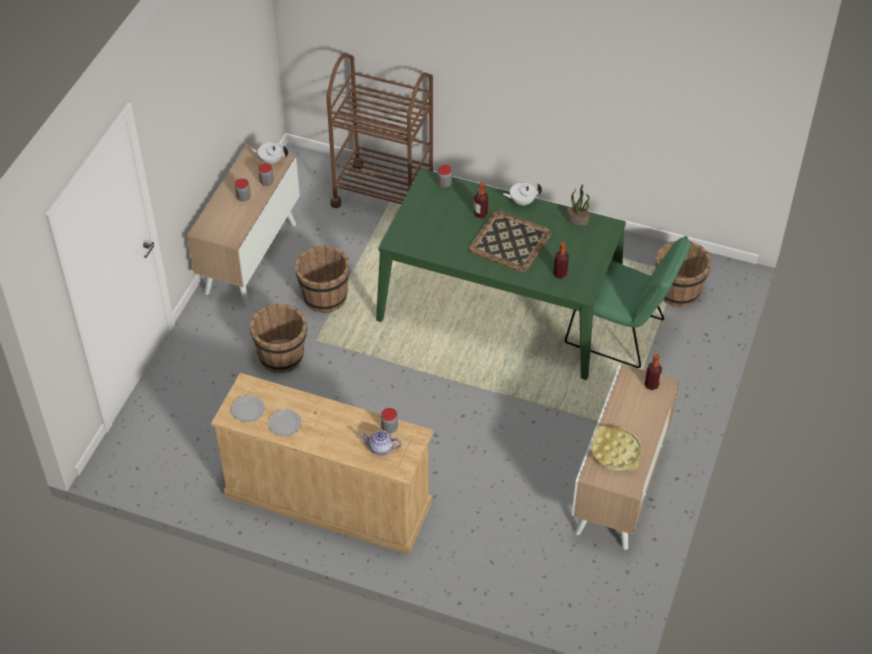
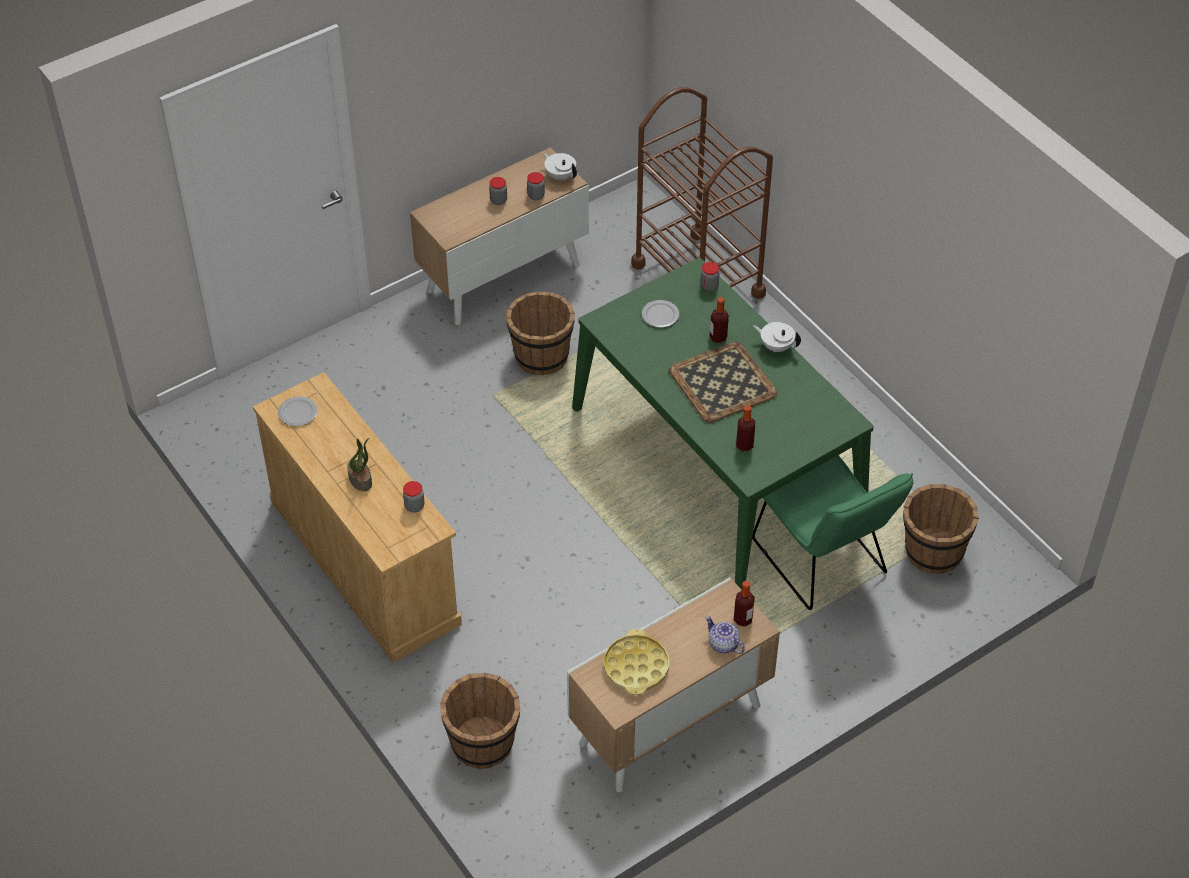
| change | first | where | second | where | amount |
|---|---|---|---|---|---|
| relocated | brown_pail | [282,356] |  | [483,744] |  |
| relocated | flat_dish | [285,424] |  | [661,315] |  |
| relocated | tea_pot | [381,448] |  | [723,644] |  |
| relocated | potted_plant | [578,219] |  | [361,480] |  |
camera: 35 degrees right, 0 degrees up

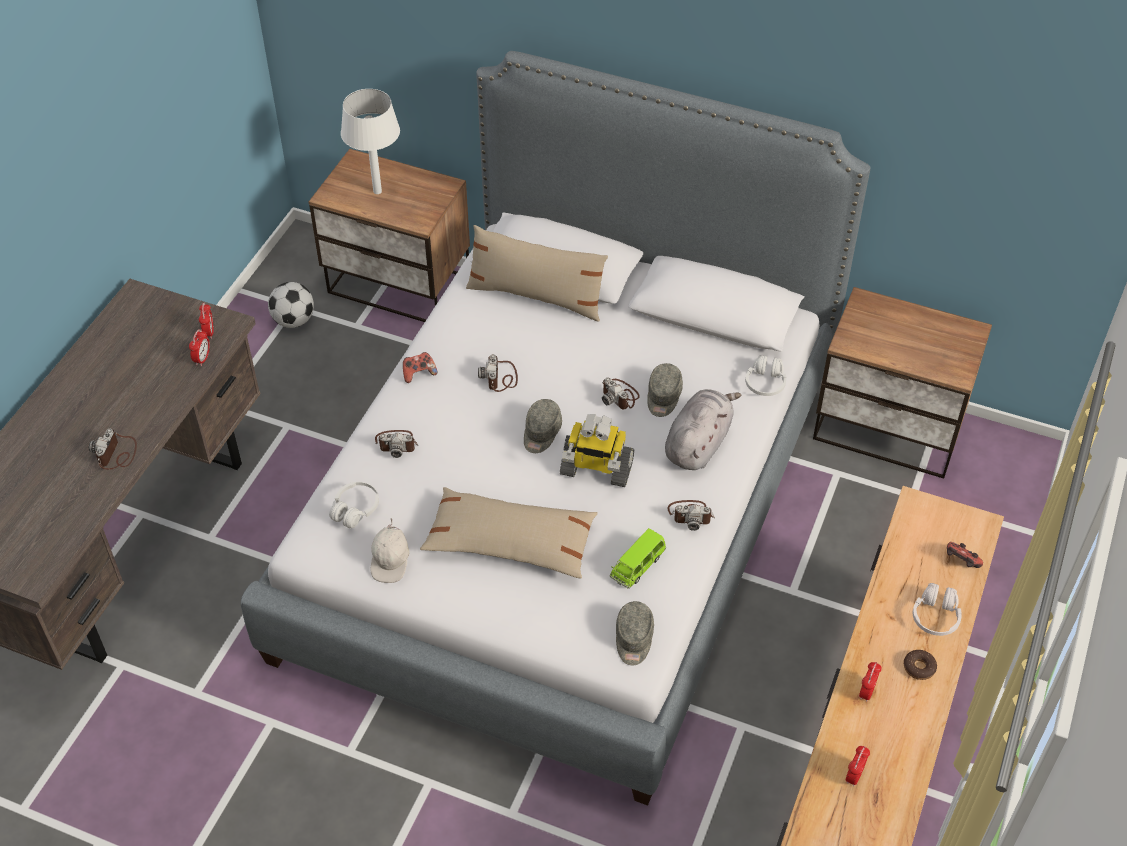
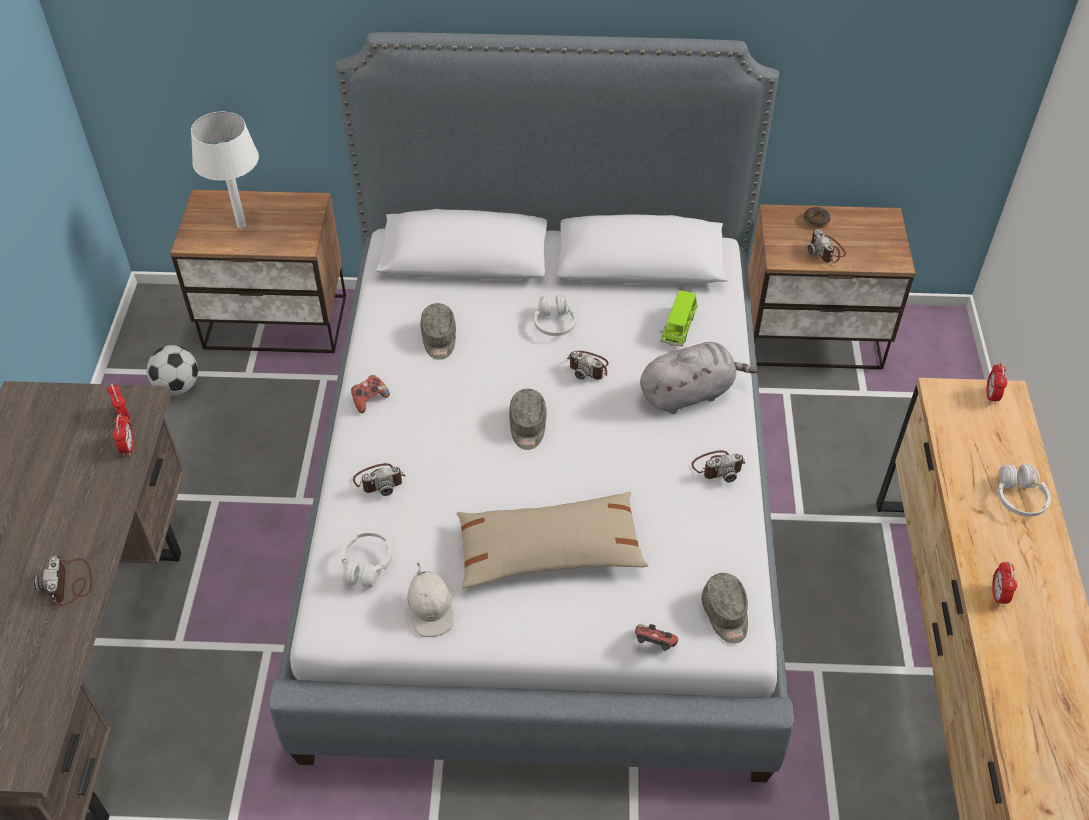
| change | first | where | second | where | amount |
|---|---|---|---|---|---|
| missing | sand-coloured_throw_pillow | [536,296] |  |  |  |
| missing | model_robot | [596,468] |  |  |  |
| relocated | photo_camera | [500,377] |  | [826,250] |  |
| relocated | green-coloured_toy_car | [637,566] |  | [678,328] |  |
| relocated | gray_cap | [663,397] |  | [439,339] |  |
| relocated | whitish_pair_of_headphones | [765,383] |  | [554,323] |  |
| relocated | alarm_clock | [854,775] |  | [991,396] |  |
| relocated | donut | [919,667] |  | [816,221] |  |
| relocated | game_controller | [960,562] |  | [654,644] |  |
| spun | gray_soft_toy | [698,443] |  | [689,393] | 60 degrees clockwise |
camera: 20 degrees left, 0 degrees up

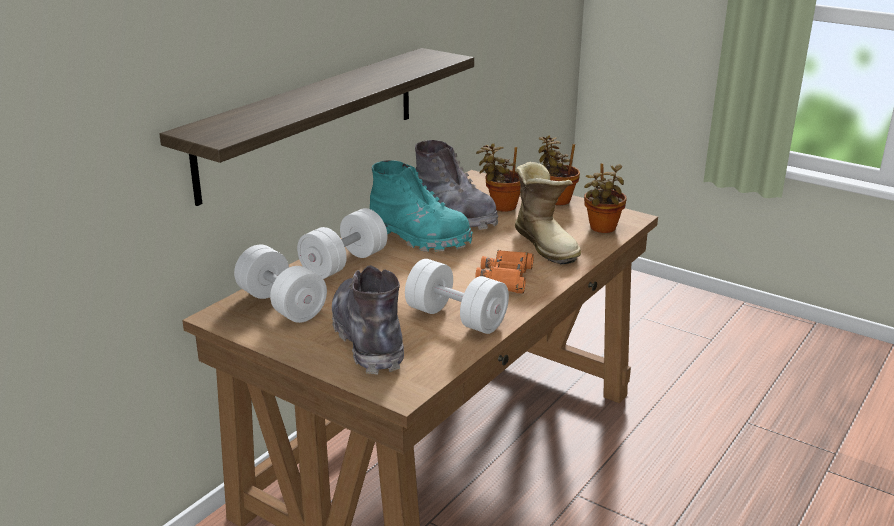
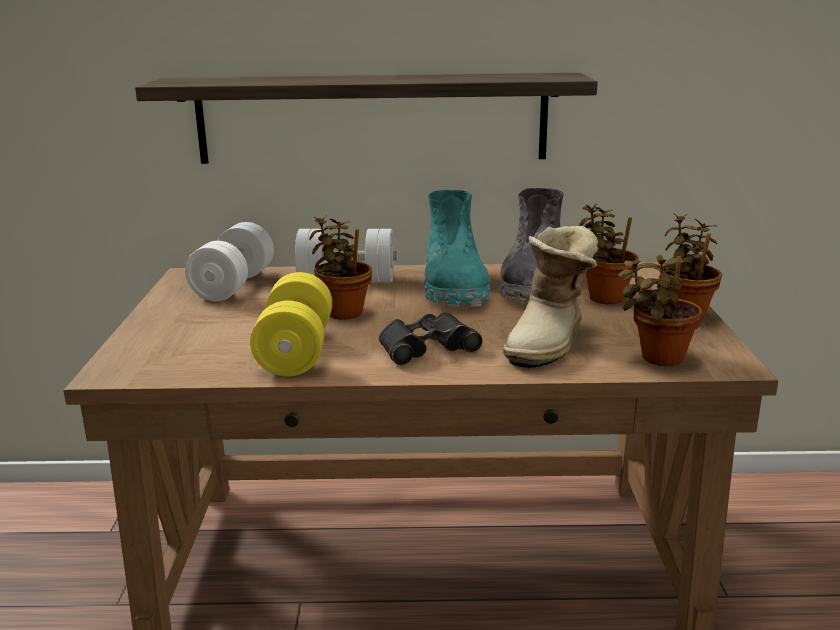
| change | first | where | second | where | amount |
|---|---|---|---|---|---|
| missing | gray_boot | [368,339] |  |  |  |
| appeared |  |  | potted_plant | [343,311] |  |
| colour | whitish_free_weight | [456,318] | yellowish_free_weight | [296,352] |  |
| colour | orange_binoculars | [506,278] | black-coloured_binoculars | [426,347] |  |
camera: 55 degrees right, 5 degrees down

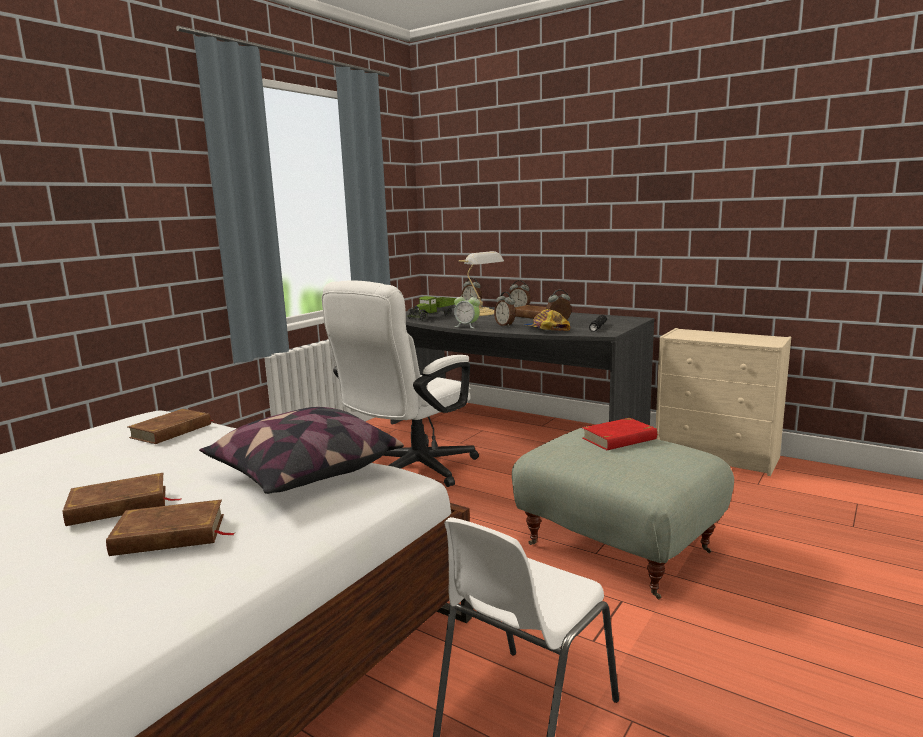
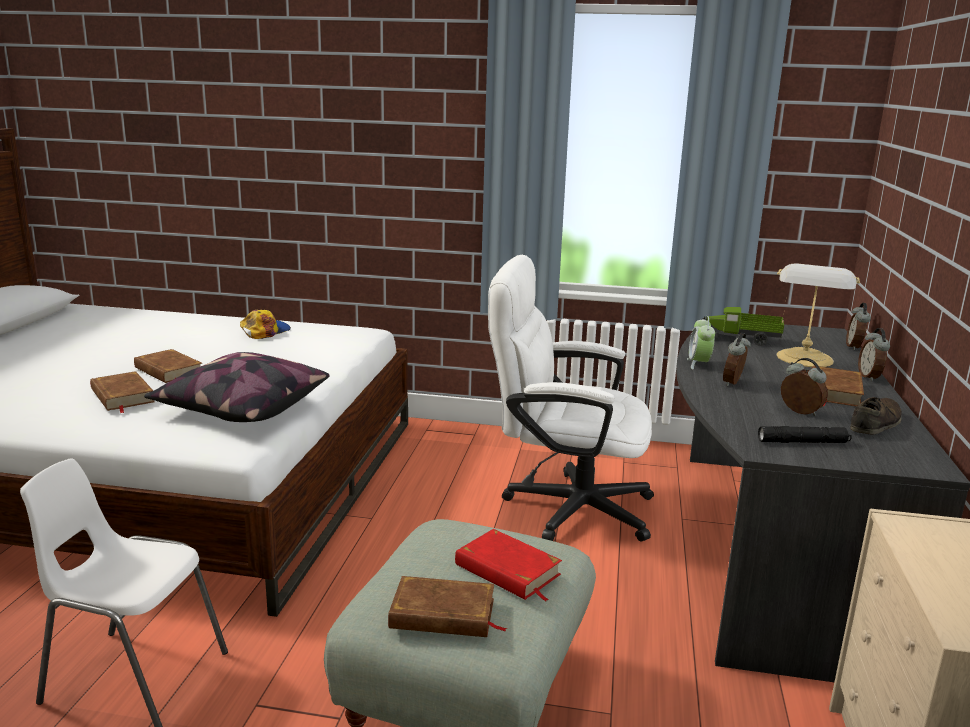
| change | first | where | second | where | amount |
|---|---|---|---|---|---|
| appeared |  |  | brown_low_shoe | [875,423] |  |
| relocated | brown_book | [171,431] |  | [443,614] |  |
| relocated | cap | [545,329] |  | [265,331] |  |
camera: 65 degrees right, 5 degrees up

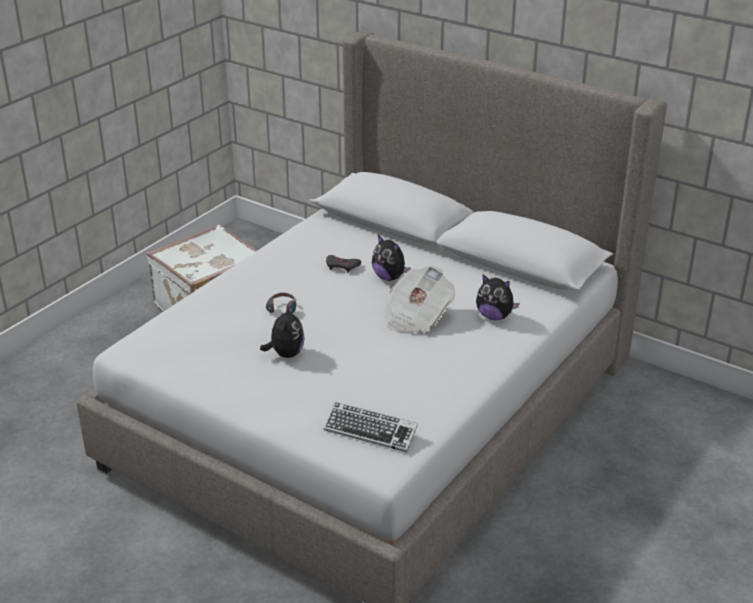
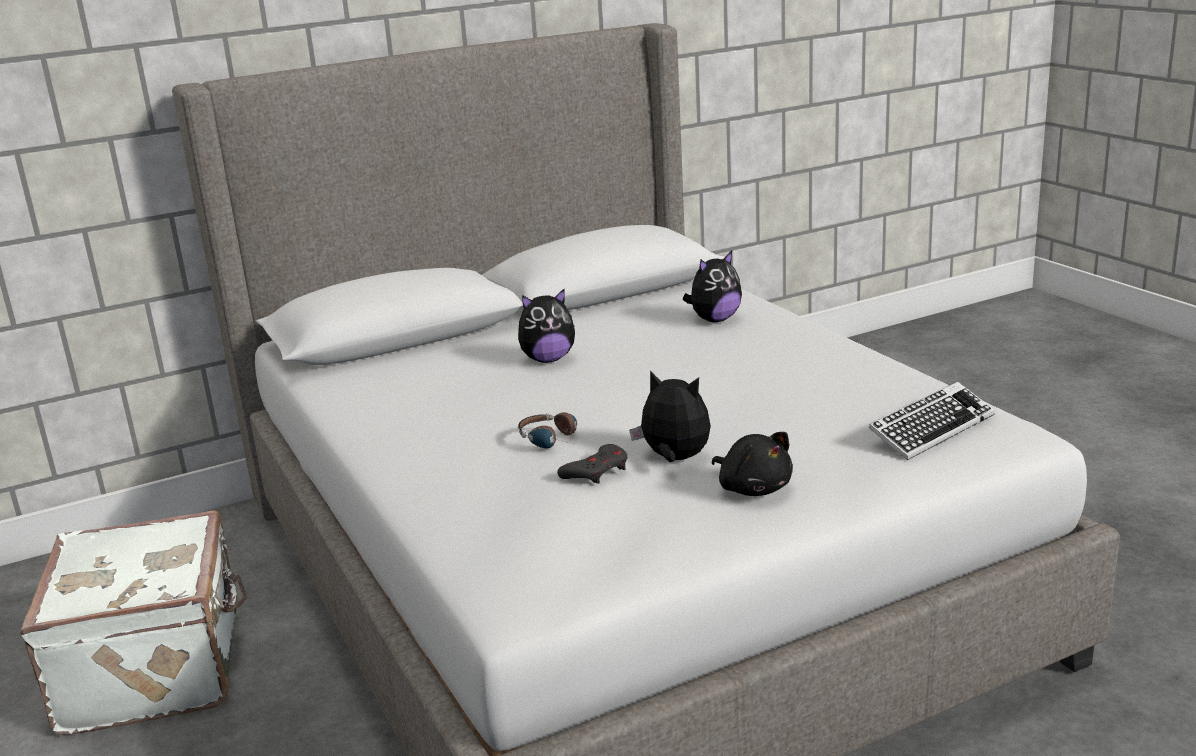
| change | first | where | second | where | amount |
|---|---|---|---|---|---|
| missing | printed_paper | [417,317] |  |  |  |
| appeared |  |  | black-coloured_soft_toy | [753,488] |  |
| relocated | gray_game_controller | [342,266] |  | [596,471] |  |
camera: 60 degrees left, 10 degrees down

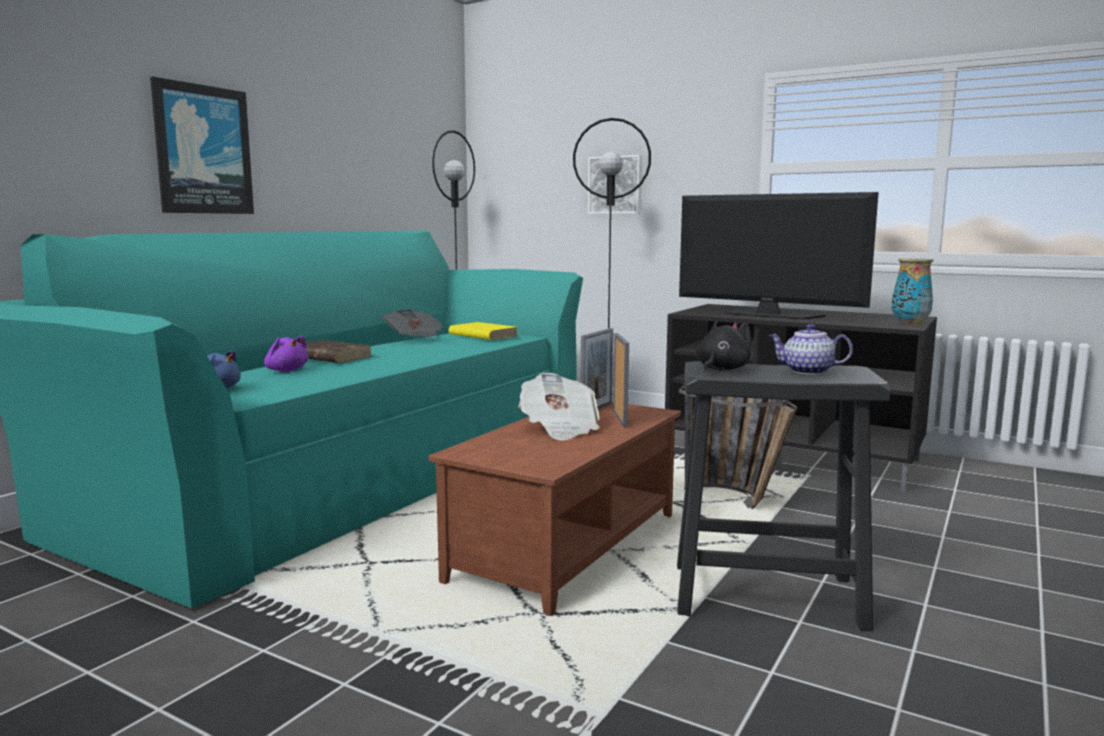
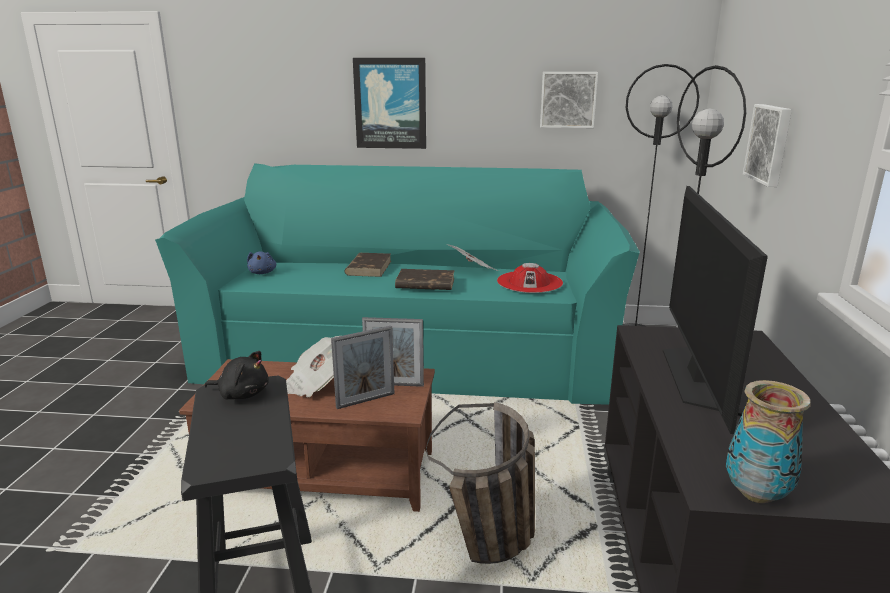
| change | first | where | second | where | amount |
|---|---|---|---|---|---|
| missing | purplish_soft_toy | [286,370] |  |  |  |
| missing | tea_pot | [807,371] |  |  |  |
| appeared |  |  | brown_book | [424,283] |  |
| appeared |  |  | picture | [568,99] |  |
| exchanged | yellowish_book | [482,335] | reddish_hat | [529,282] |  |
camera: 65 degrees right, 10 degrees up

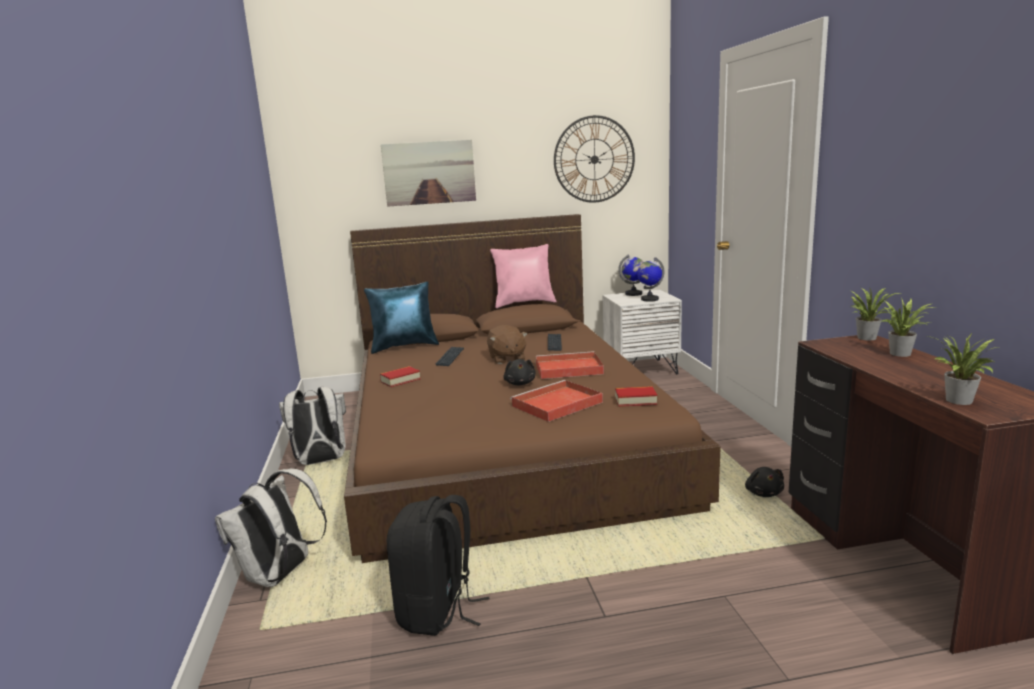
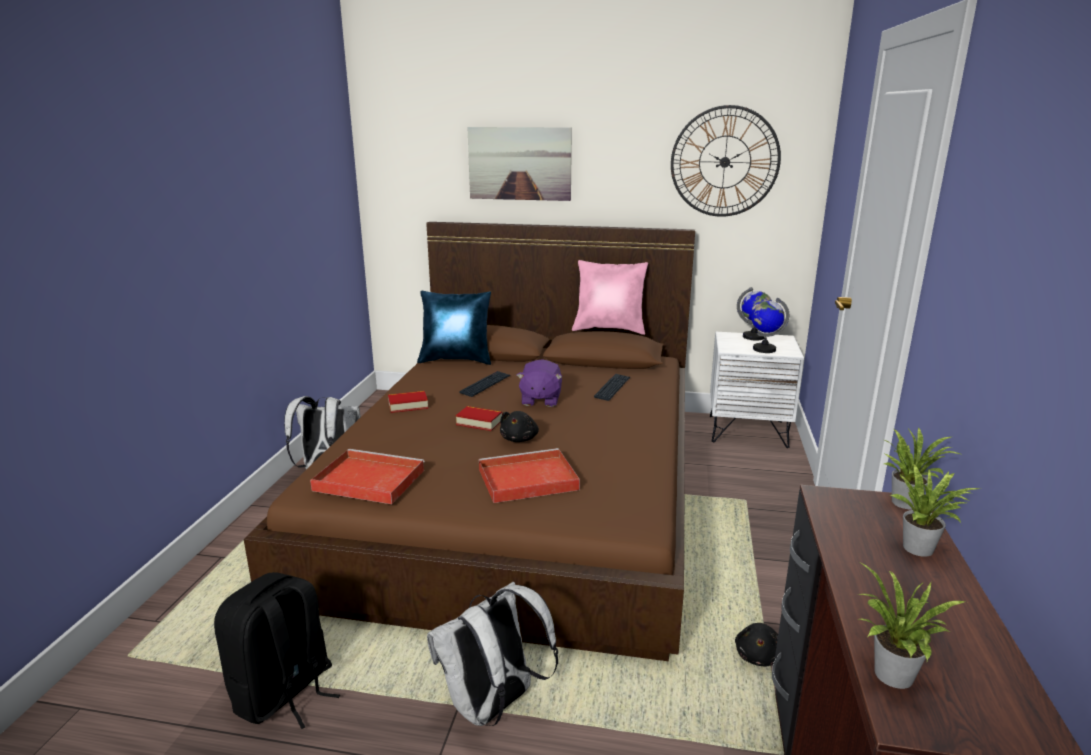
| change | first | where | second | where | amount |
|---|---|---|---|---|---|
| relocated | whitish_backpack | [280,576] |  | [493,706] |  |
| relocated | reddish_tray | [567,369] |  | [367,480] |  |
| relocated | book | [635,400] |  | [479,422] |  |
| colour | brown_soft_toy | [506,359] | purplish_soft_toy | [540,400] |  |
camera: 20 degrees right, 5 degrees up

